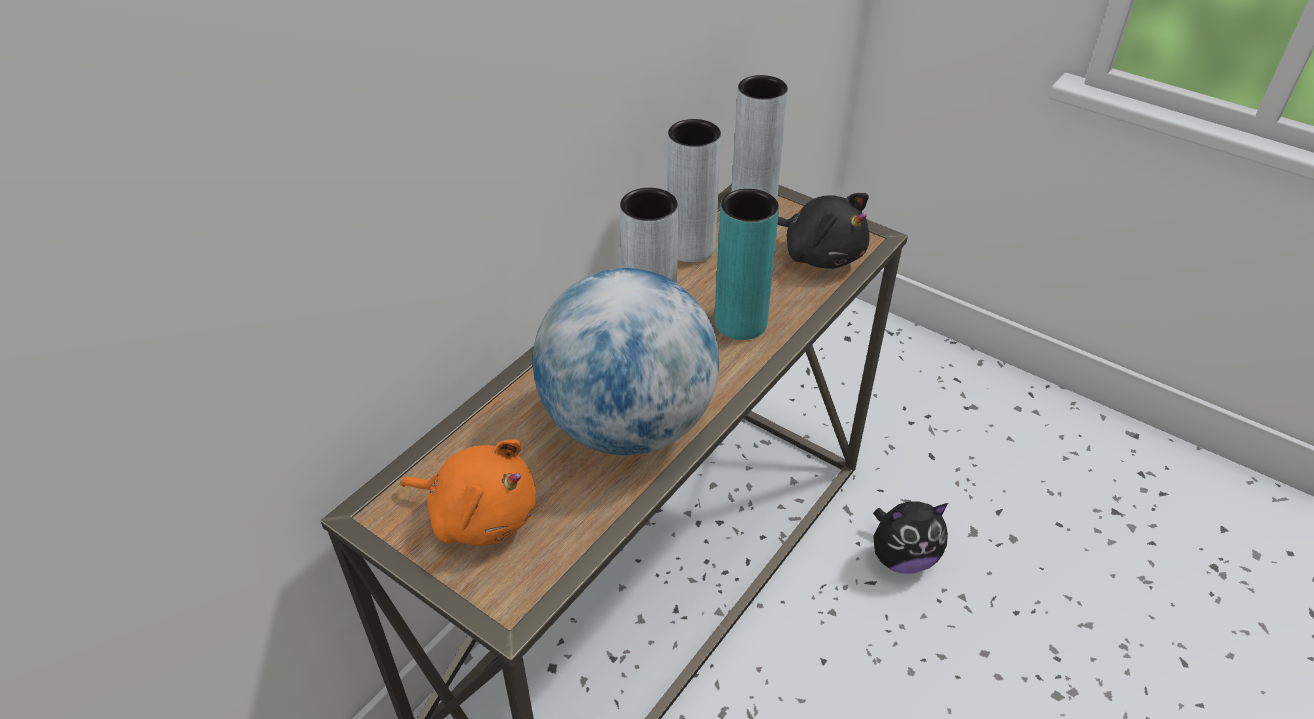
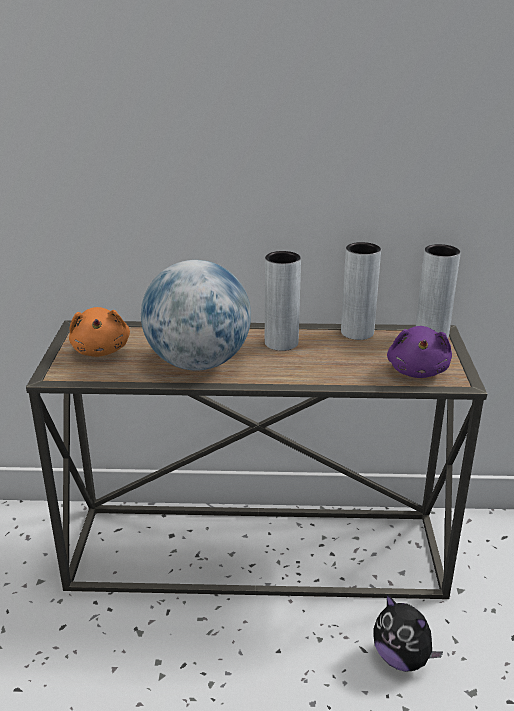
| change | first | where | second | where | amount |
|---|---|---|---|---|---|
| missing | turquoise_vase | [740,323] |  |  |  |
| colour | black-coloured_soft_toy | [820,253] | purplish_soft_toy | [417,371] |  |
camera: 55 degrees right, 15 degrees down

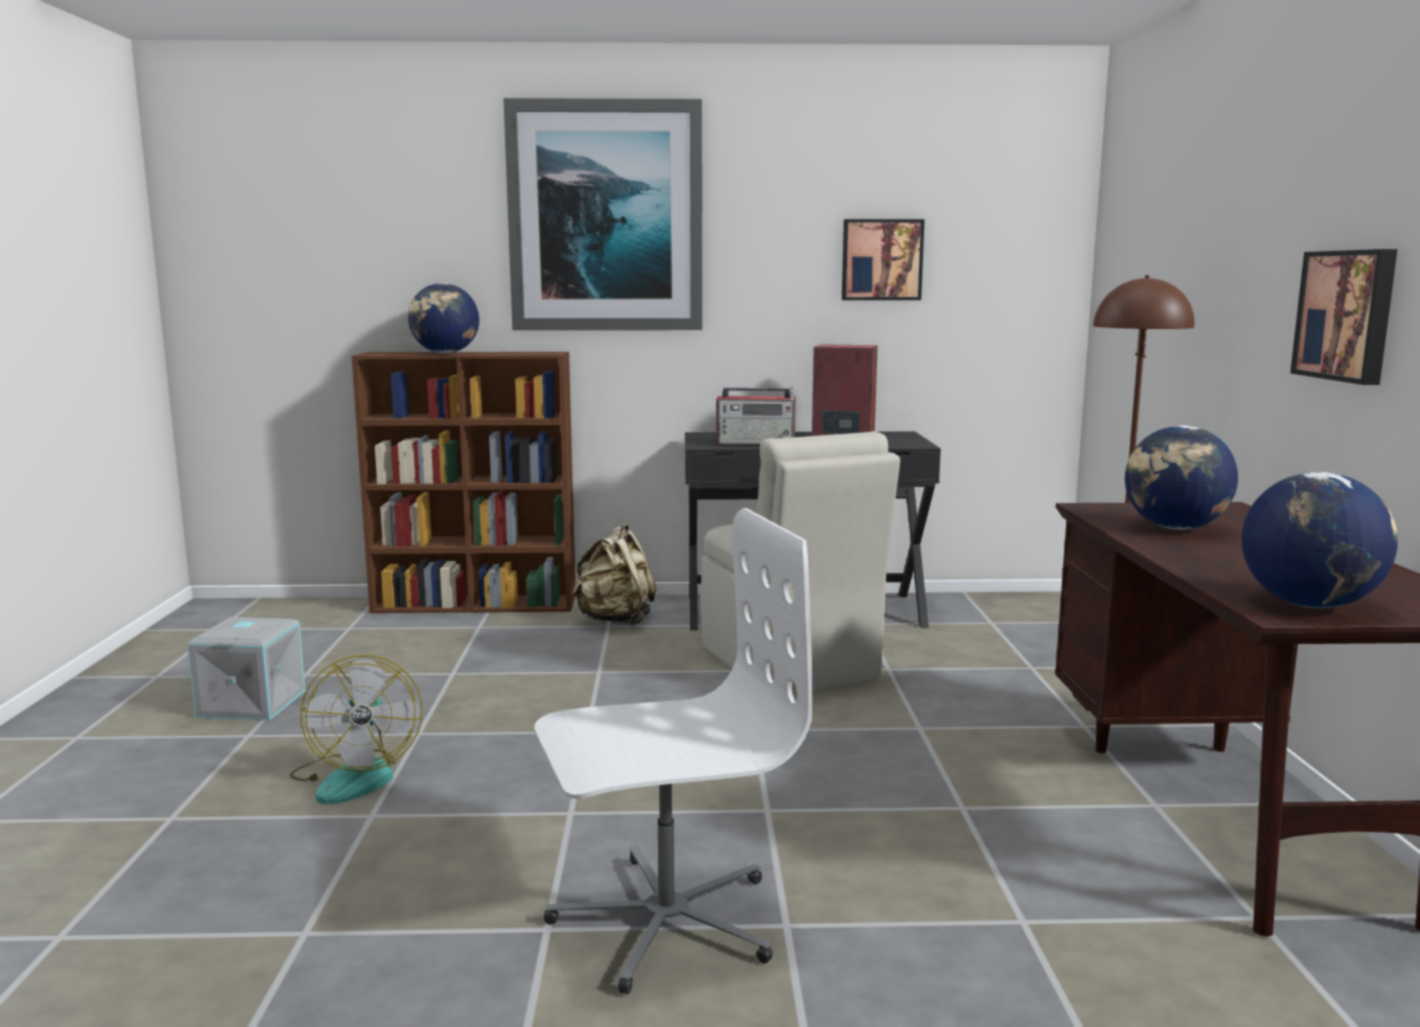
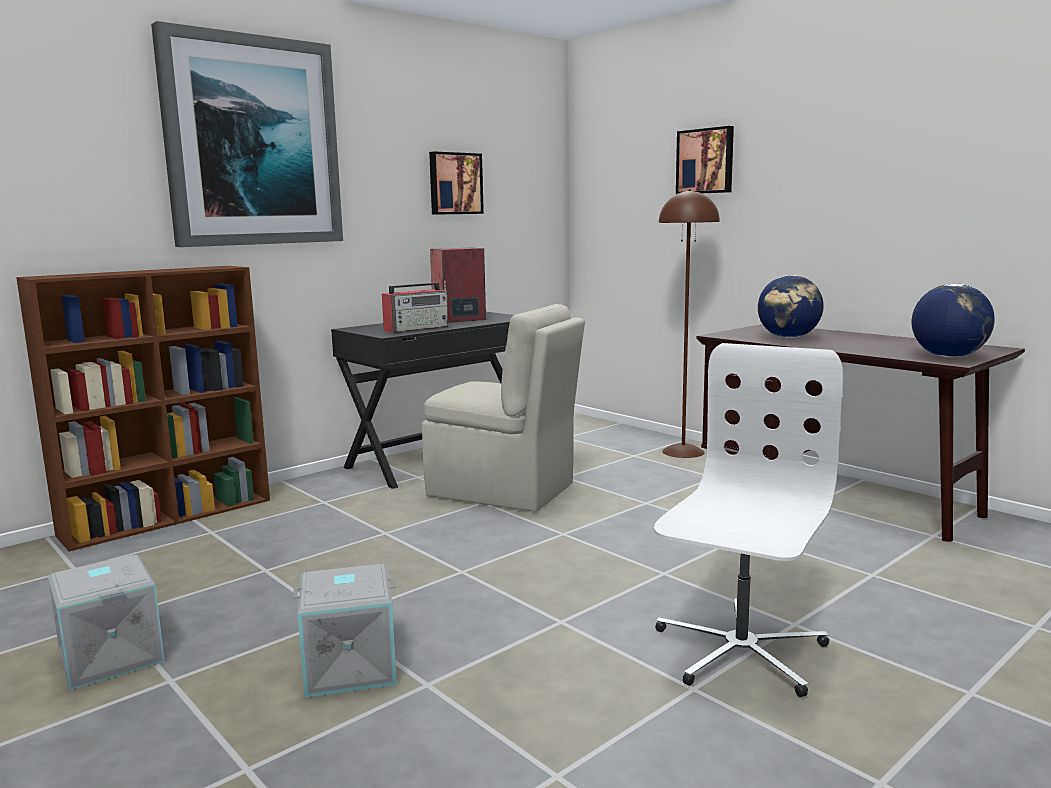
| change | first | where | second | where | amount |
|---|---|---|---|---|---|
| missing | globe | [445,353] |  |  |  |
| missing | sand-coloured_backpack | [616,621] |  |  |  |
| relocated | picture | [1348,315] |  | [706,161] |  |
| exchanged | cooling_fan | [356,776] | gray_storage_box | [351,666] |  |
camera: 40 degrees left, 0 degrees up

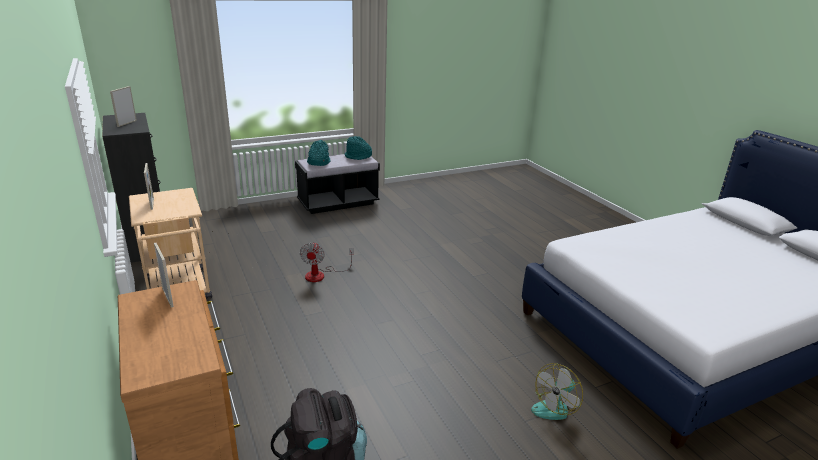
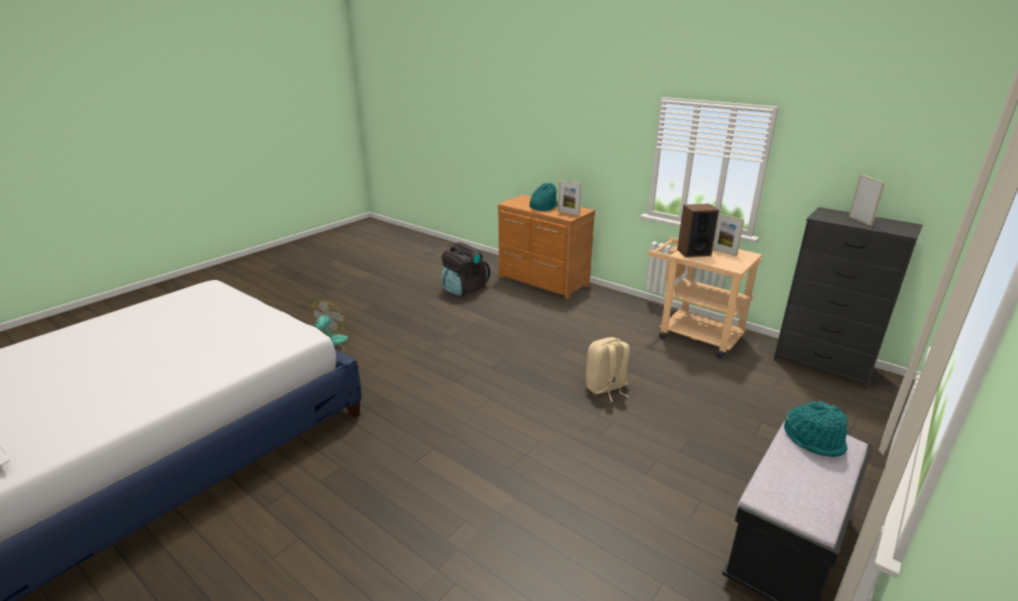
| change | first | where | second | where | amount |
|---|---|---|---|---|---|
| appeared |  |  | loudspeaker | [693,252] |  |
| relocated | turquoise_hat | [358,156] |  | [543,207] |  |
| exchanged | cooling_fan | [321,275] | sand-coloured_backpack | [606,388] |  |
camera: 155 degrees right, 0 degrees up

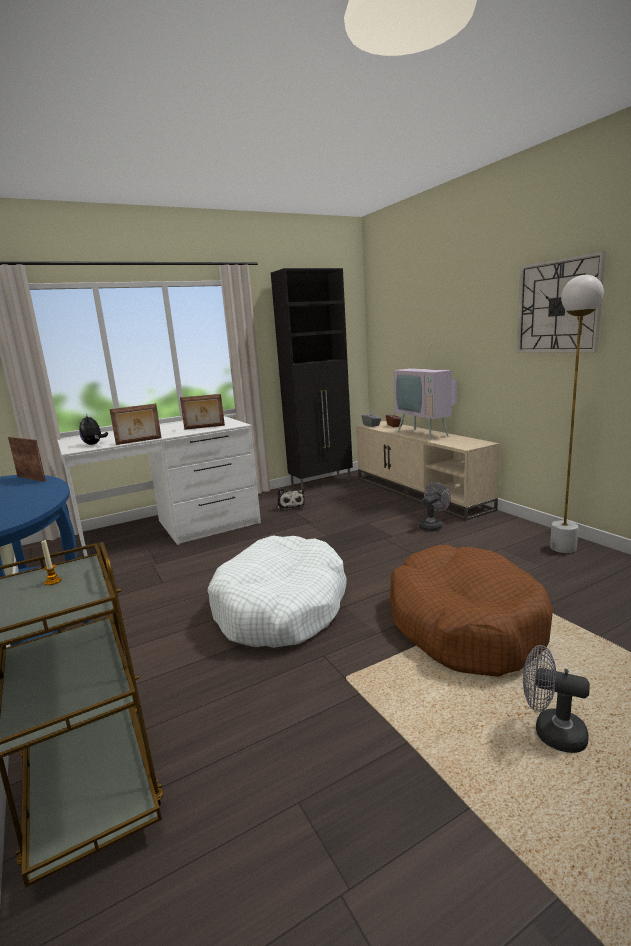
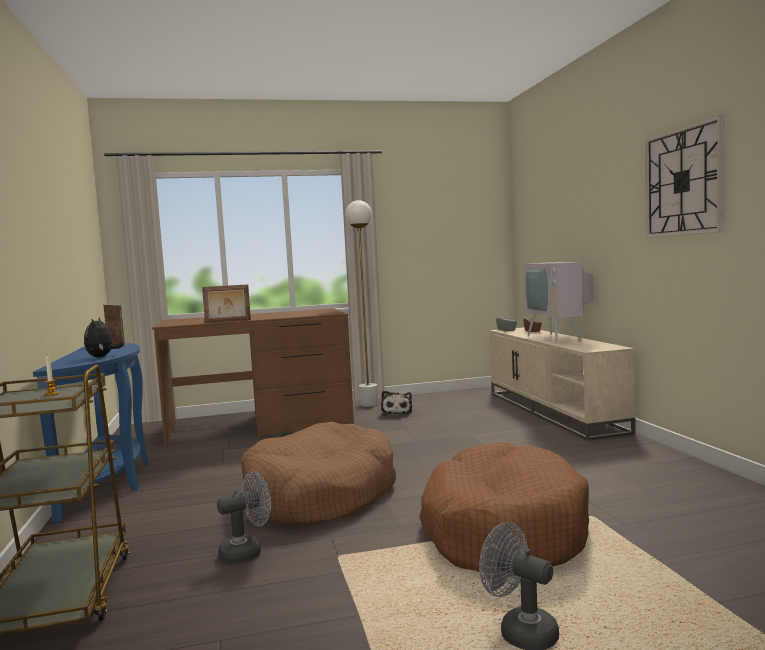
| change | first | where | second | where | amount |
|---|---|---|---|---|---|
| missing | picture_frame | [204,427] |  |  |  |
| missing | black-coloured_storage_cabinet | [322,483] |  |  |  |
| relocated | soft_toy | [94,444] |  | [102,357] |  |
| relocated | gray_cooling_fan | [433,526] |  | [247,552] |  |
| relocated | whitish_standing_lamp | [563,548] |  | [369,404] |  |
| colour | whitish_desk_unit | [171,531] | brown_desk_unit | [261,425] |  |
| colour | whitish_pet_bed | [281,607] | brown_pet_bed | [319,495] |  |
camera: 15 degrees right, 10 degrees down

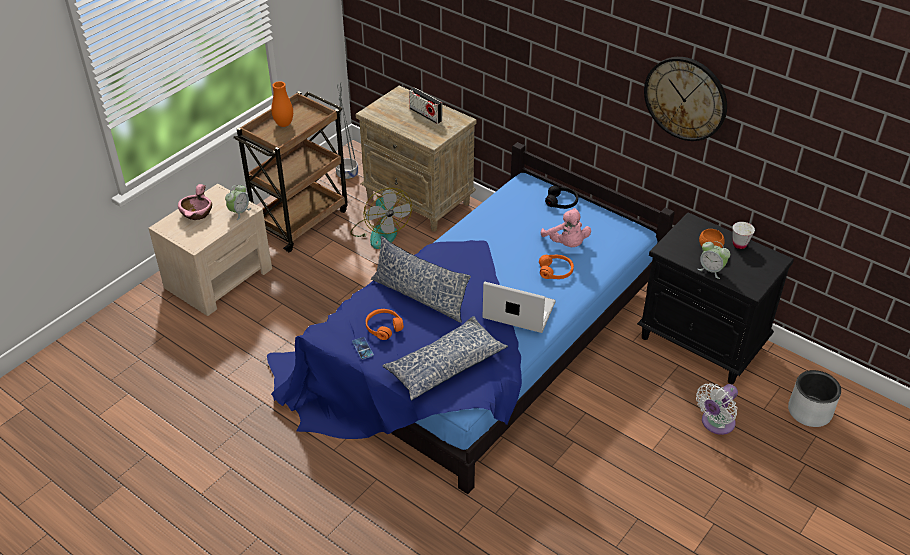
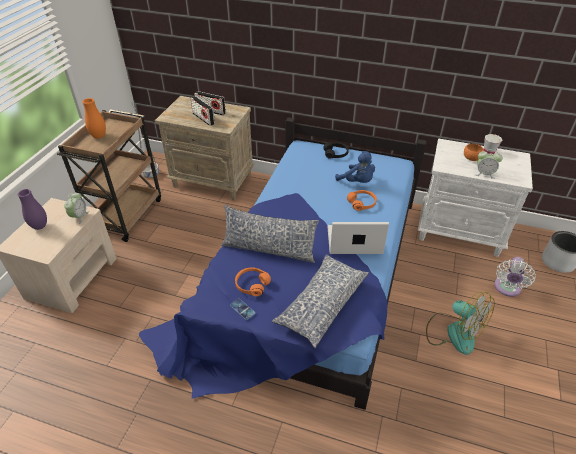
| change | first | where | second | where | amount |
|---|---|---|---|---|---|
| missing | clock_on_the_wall | [685,98] |  |  |  |
| appeared |  |  | radio_receiver | [203,118] |  |
| relocated | cooling_fan | [380,231] |  | [453,332] |  |
| exchanged | pinkish_serving_bowl | [197,213] | purplish_vase | [40,226] |  |
| colour | pinkish_soft_toy | [566,244] | blue-coloured_soft_toy | [357,182] |  |
| colour | black-coloured_nightstand | [703,342] | whitish_nightstand | [460,232] |  |
camera: 20 degrees left, 0 degrees up

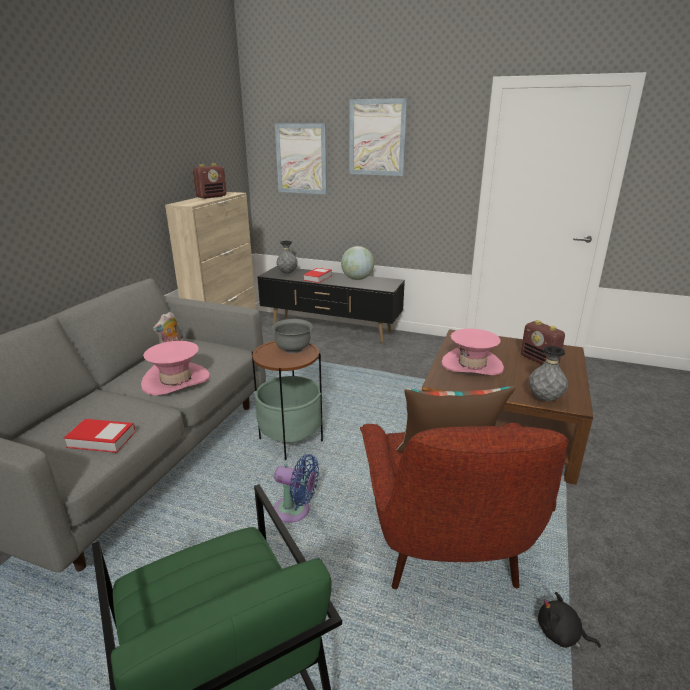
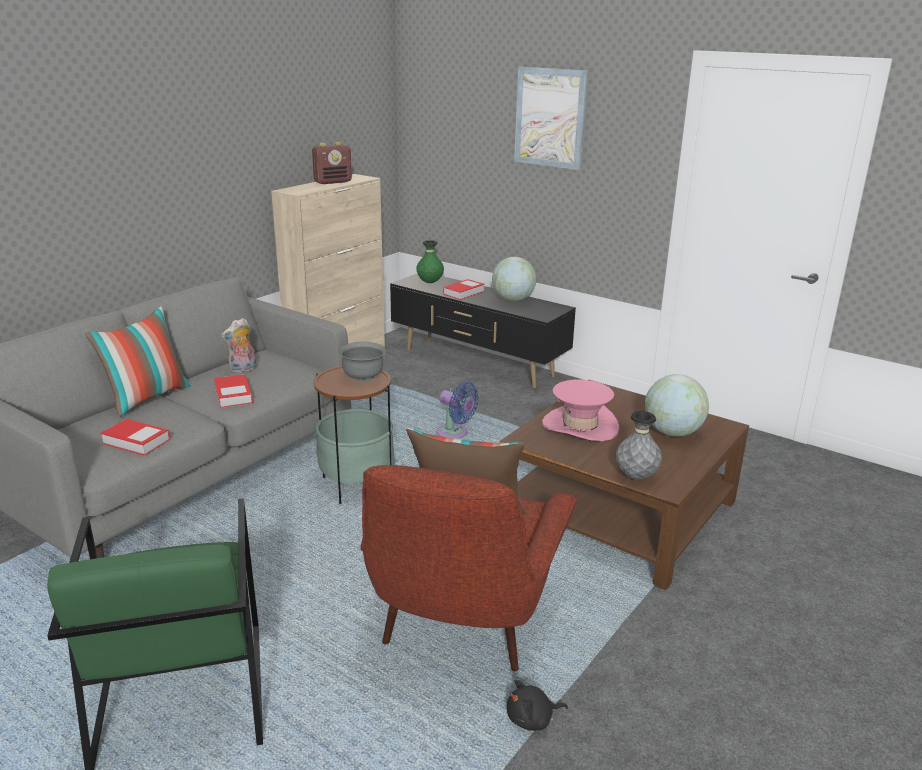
| change | first | where | second | where | amount |
|---|---|---|---|---|---|
| missing | picture | [301,159] |  |  |  |
| appeared |  |  | throw_pillow | [147,398] |  |
| relocated | blue-coloured_cooling_fan | [295,511] |  | [455,433] |  |
| exchanged | pinkish_hat | [176,380] | book | [233,395] |  |
| exchanged | radio_receiver | [539,360] | globe | [672,432] |  |
| colour | gray_vase | [287,273] | green-coloured_vase | [430,282] |  |
| spun | black-coloured_soft_toy | [561,634] |  | [532,719] | 60 degrees counterclockwise |
camera: 15 degrees right, 0 degrees up

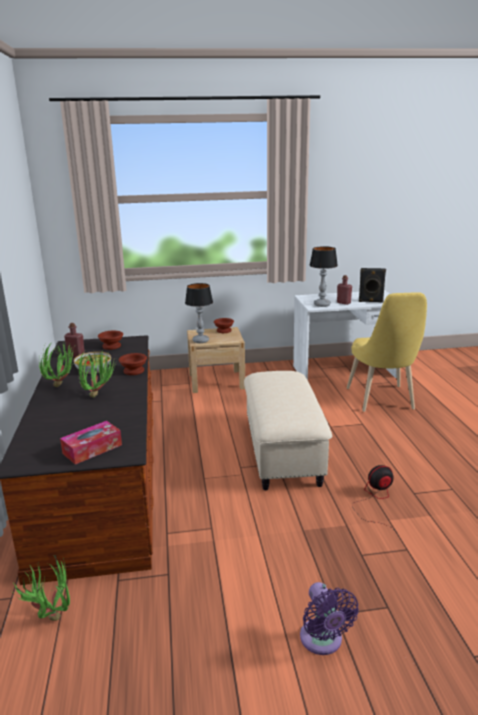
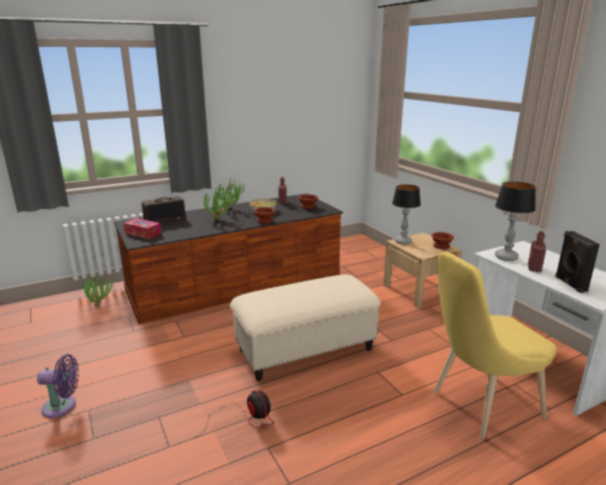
| change | first | where | second | where | amount |
|---|---|---|---|---|---|
| appeared |  |  | radio_receiver | [165,219] |  |
| spun | purplish_cooling_fan | [322,641] |  | [63,406] | 150 degrees counterclockwise |
camera: 70 degrees right, 0 degrees up

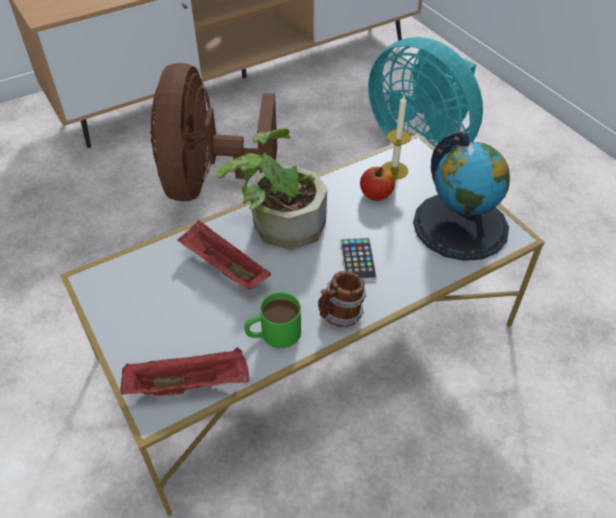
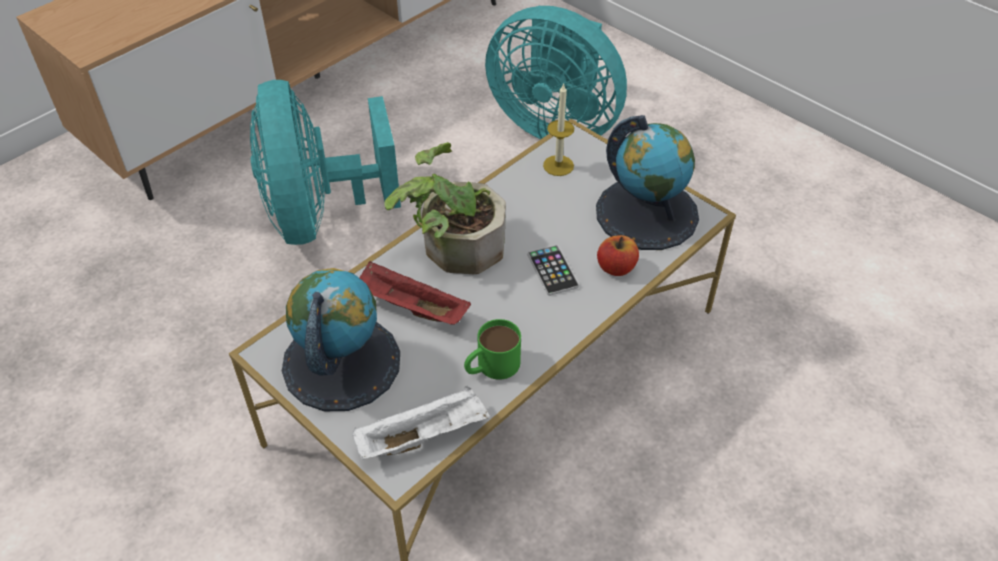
| change | first | where | second | where | amount |
|---|---|---|---|---|---|
| missing | tea_mug | [339,316] |  |  |  |
| appeared |  |  | globe | [341,362] |  |
| relocated | apple_fruit | [376,194] |  | [616,267] |  |
| colour | reddish_tray | [190,384] | whitish_tray | [423,436] |  |
| colour | brown_cooling_fan | [209,181] | turquoise_cooling_fan | [320,215] |  |
camera: 15 degrees left, 0 degrees up

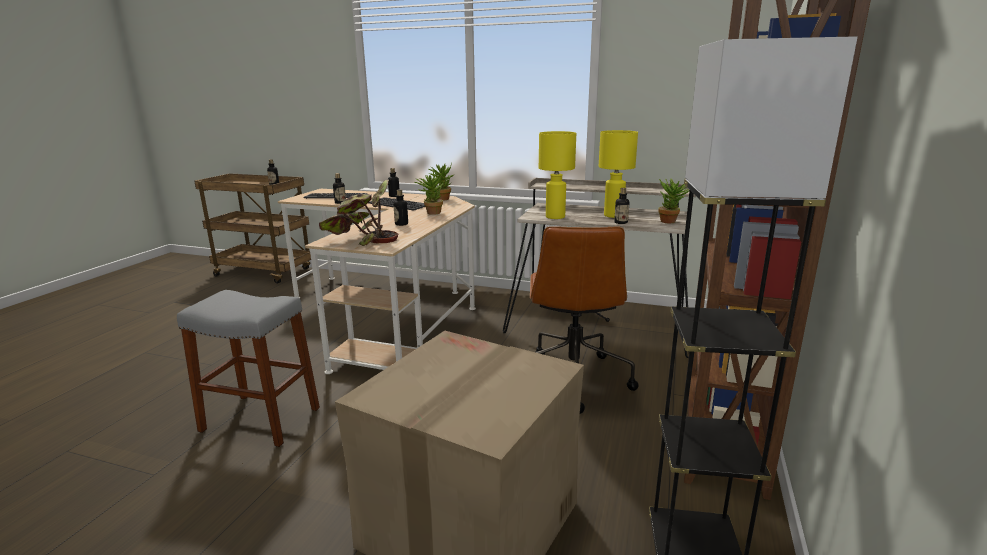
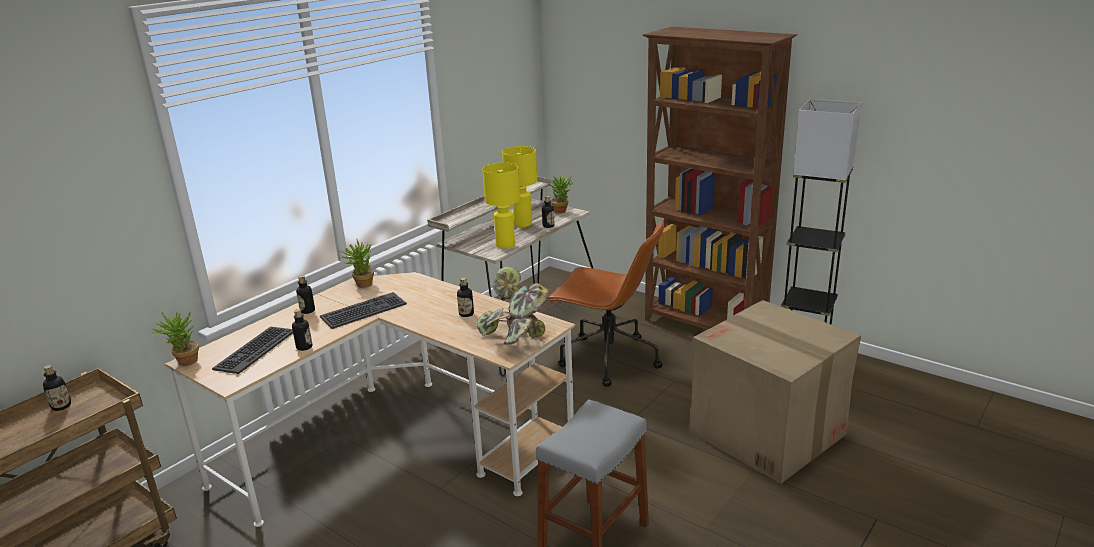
| change | first | where | second | where | amount |
|---|---|---|---|---|---|
| relocated | potted_plant | [431,212] |  | [184,363] |  |
camera: 70 degrees left, 5 degrees up

